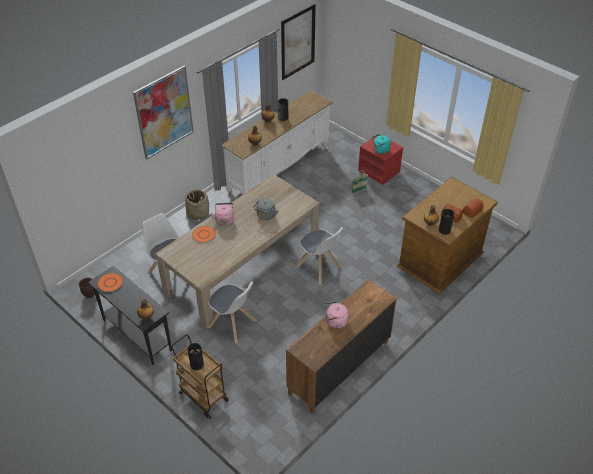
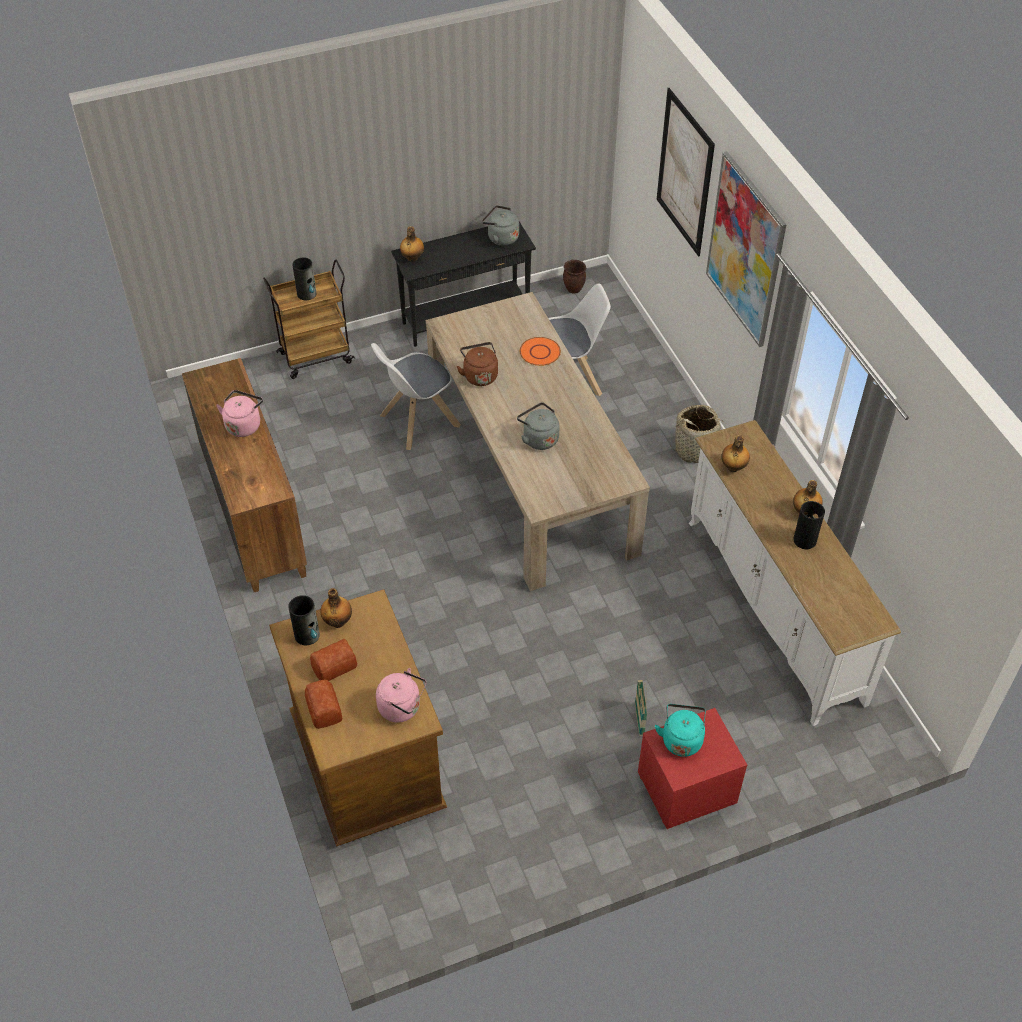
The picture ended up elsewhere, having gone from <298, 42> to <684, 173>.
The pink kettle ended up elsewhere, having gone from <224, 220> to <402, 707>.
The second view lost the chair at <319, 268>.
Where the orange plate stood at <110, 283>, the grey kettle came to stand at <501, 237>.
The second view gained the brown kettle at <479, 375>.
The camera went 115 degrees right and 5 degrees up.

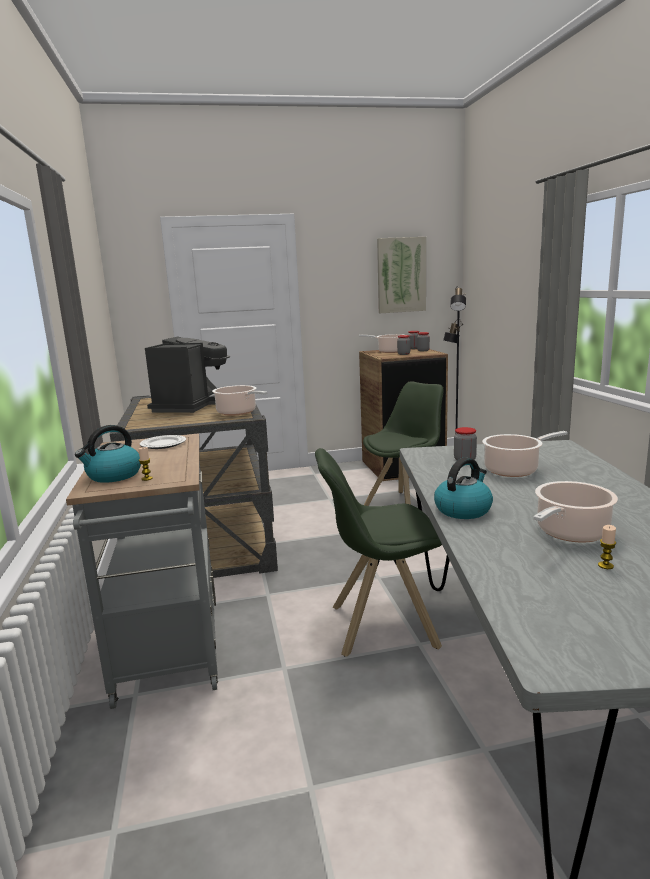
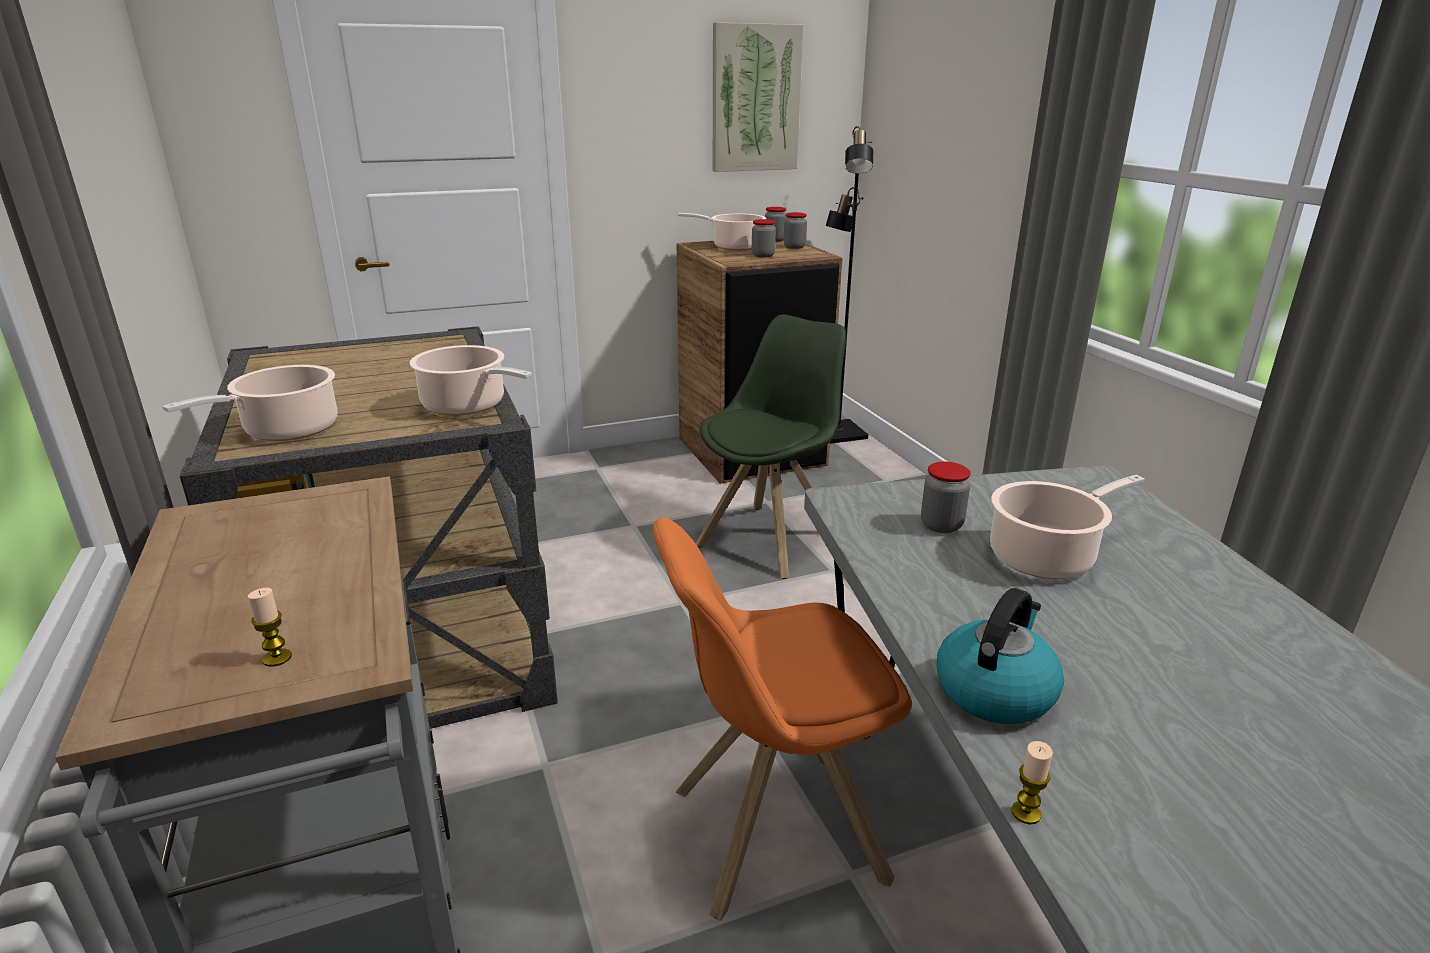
The second view lost the coffee machine at <192, 405>.
The second view lost the kettle at <113, 476>.
The second view lost the plate at <164, 444>.
What was the green chair at <382, 625> turned into the orange chair at <775, 832>.
The cooking pot ended up elsewhere, having gone from <570, 533> to <286, 431>.
The candle ended up elsewhere, having gone from <605, 565> to <1026, 813>.
The camera went 10 degrees left and 10 degrees up.

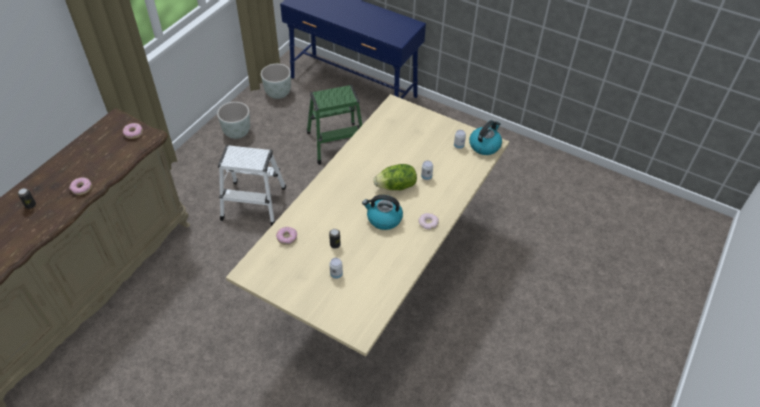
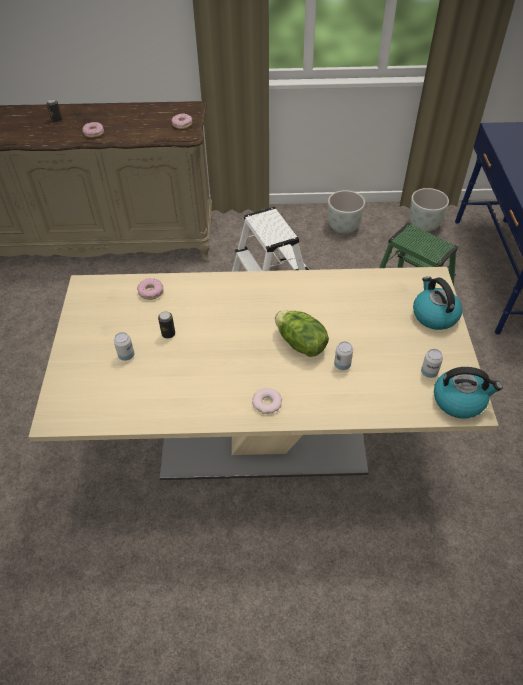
The kettle ended up elsewhere, having gone from <383, 218> to <434, 315>.
The camera went 60 degrees right and 0 degrees up.

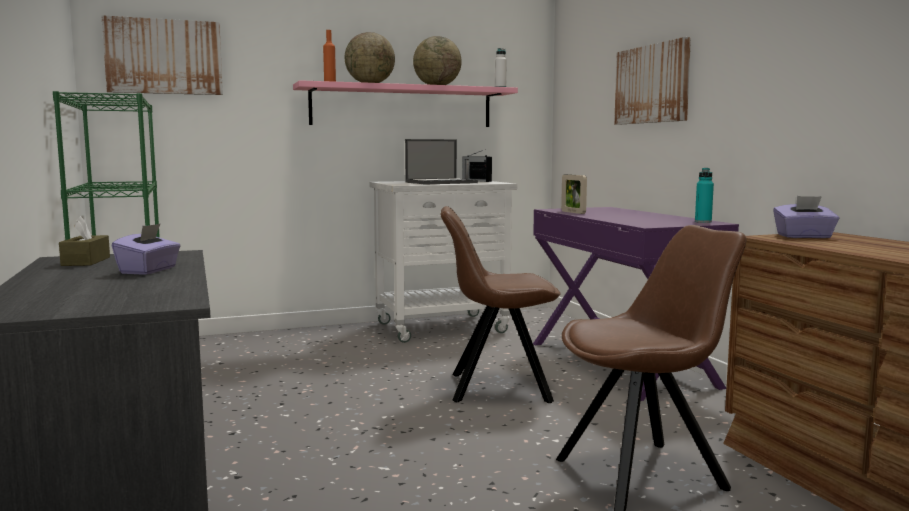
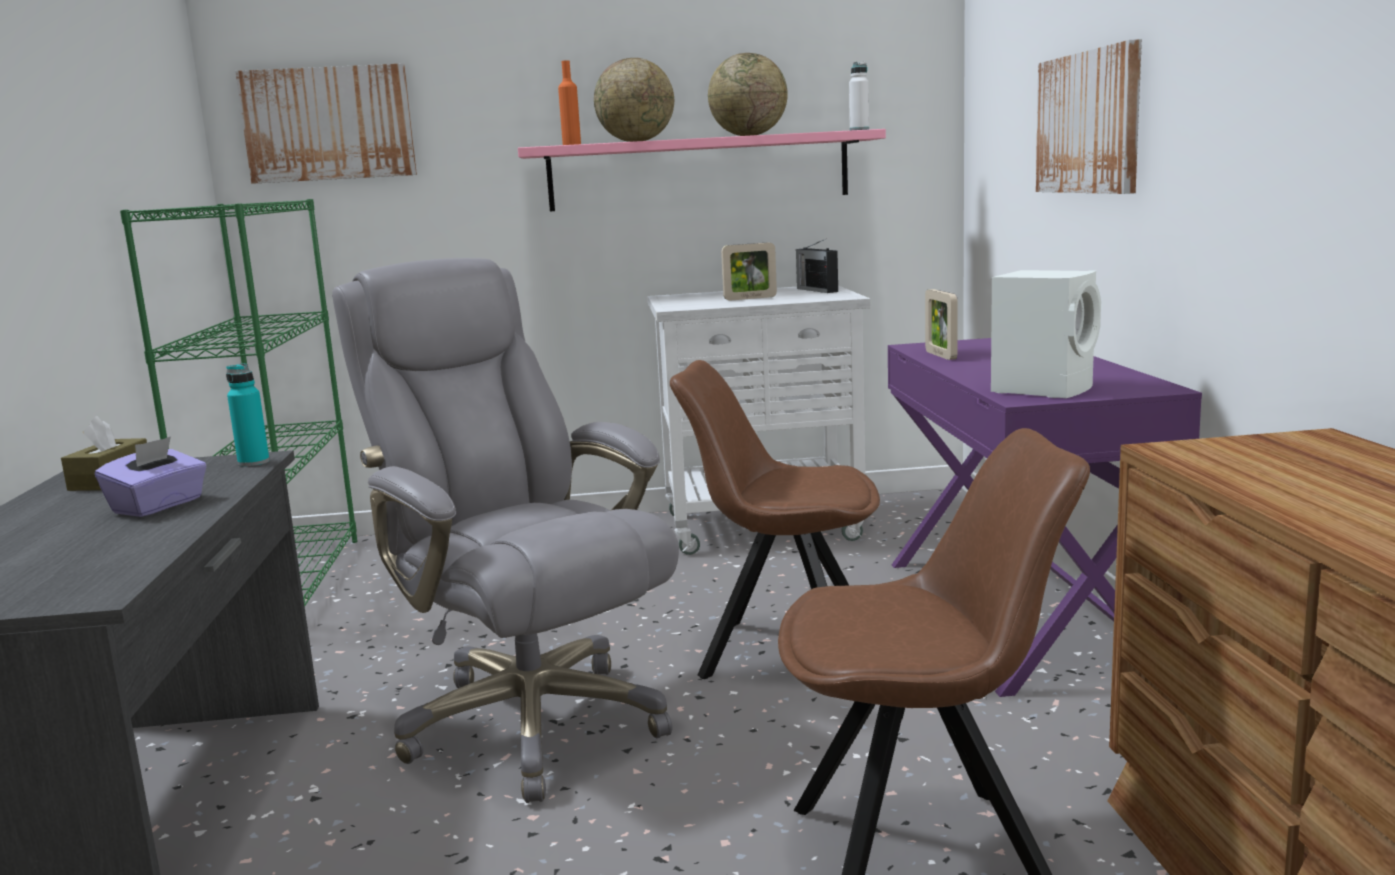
Where the laptop stood at <441, 182>, the picture frame came to stand at <750, 298>.
The turquoise bottle ended up elsewhere, having gone from <703, 222> to <253, 462>.
The second view lost the purple tissue box at <804, 236>.
The second view gained the grey office chair at <531, 720>.
The second view gained the white speaker at <1044, 389>.
The camera went 15 degrees right and 5 degrees up.

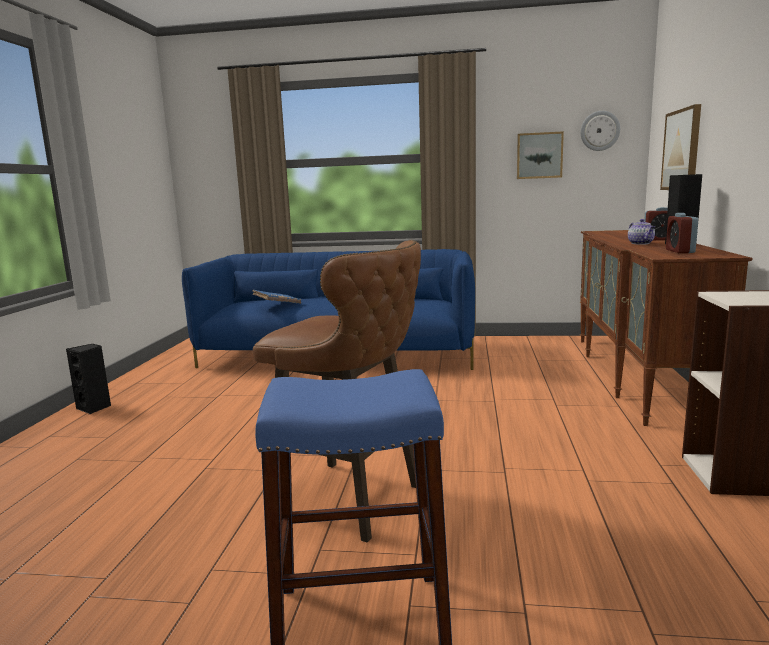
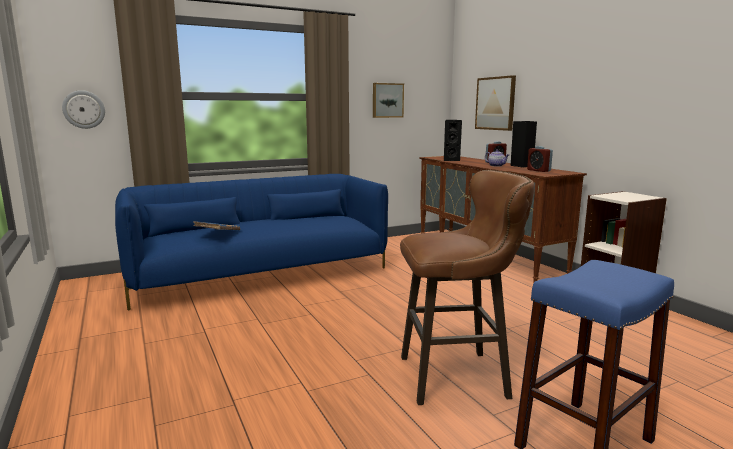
The wall clock ended up elsewhere, having gone from <599, 131> to <84, 109>.
The black speaker ended up elsewhere, having gone from <94, 408> to <451, 160>.
The camera went 35 degrees left and 0 degrees up.

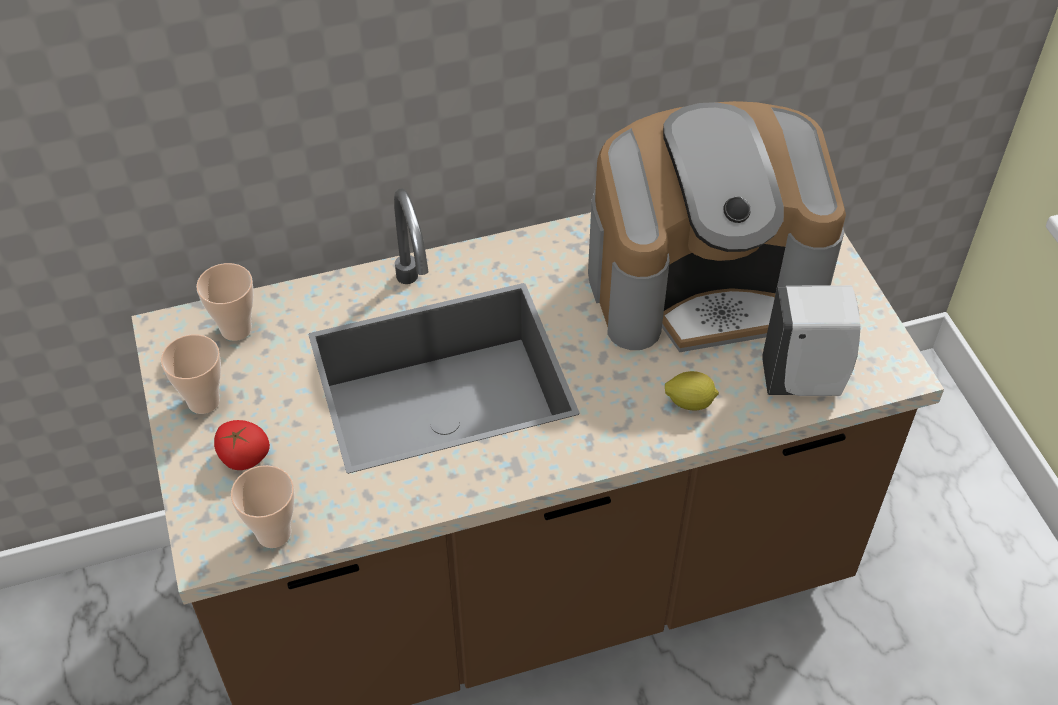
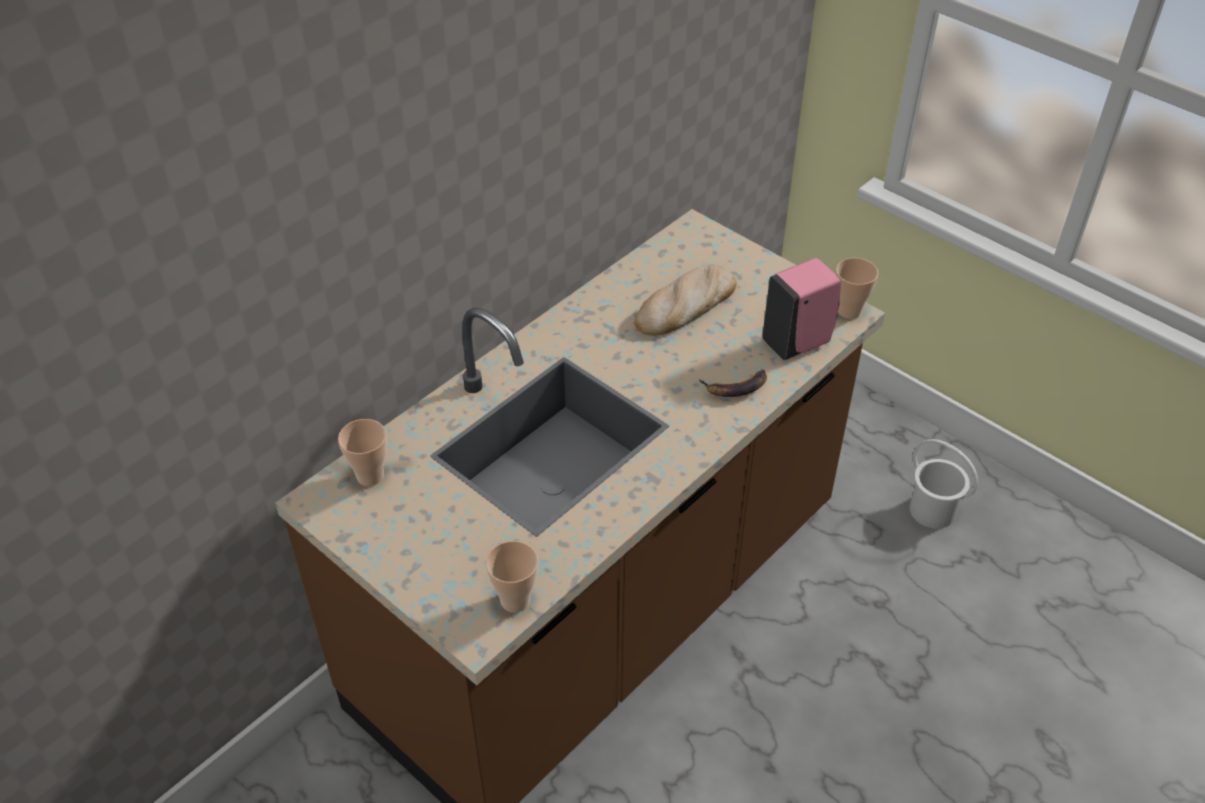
Where the coffee machine stood at <704, 279>, the bread came to stand at <685, 306>.
What was the white soap dispenser at <805, 380> turned into the pink soap dispenser at <798, 342>.
The cup ended up elsewhere, having gone from <204, 401> to <849, 311>.
Where the lemon stood at <689, 402>, the banana came to stand at <736, 387>.
The second view lost the tomato at <243, 457>.
The second view gained the white bucket at <932, 510>.
The camera went 30 degrees left and 5 degrees down.

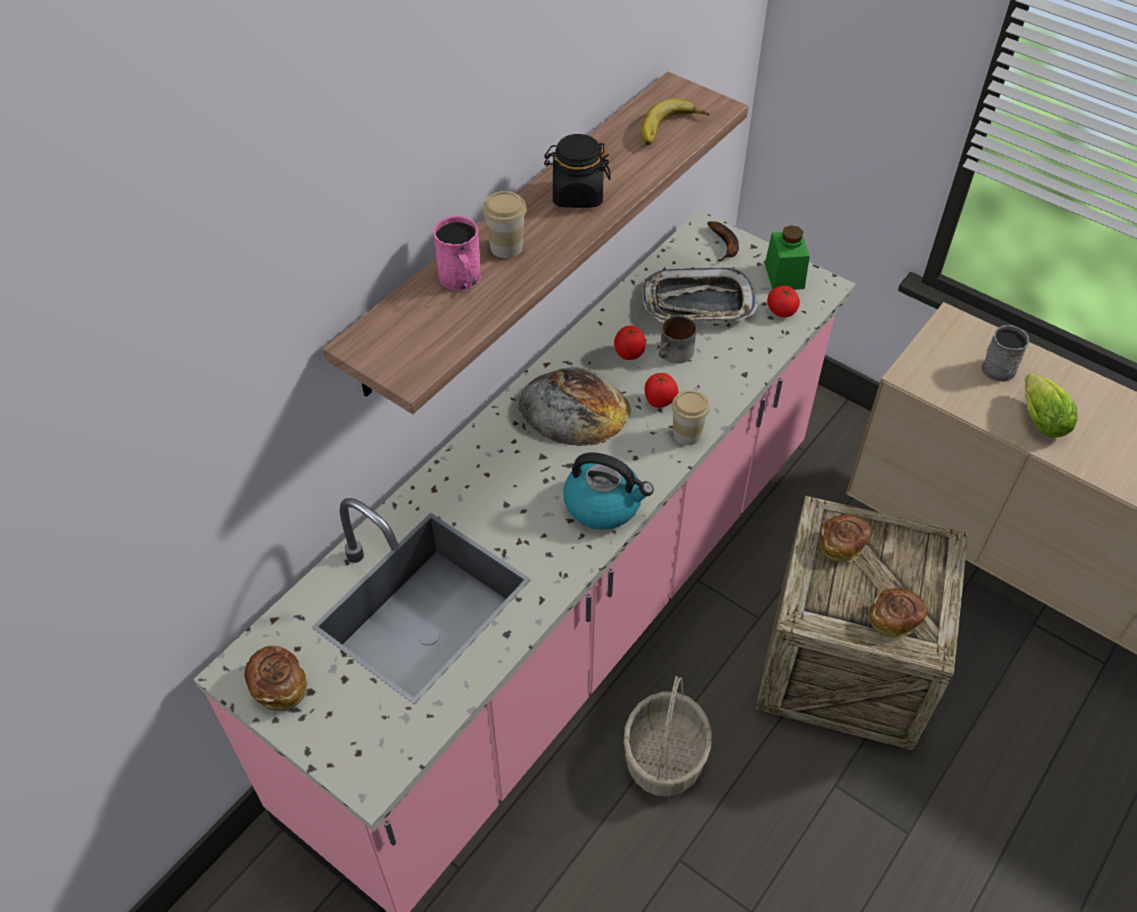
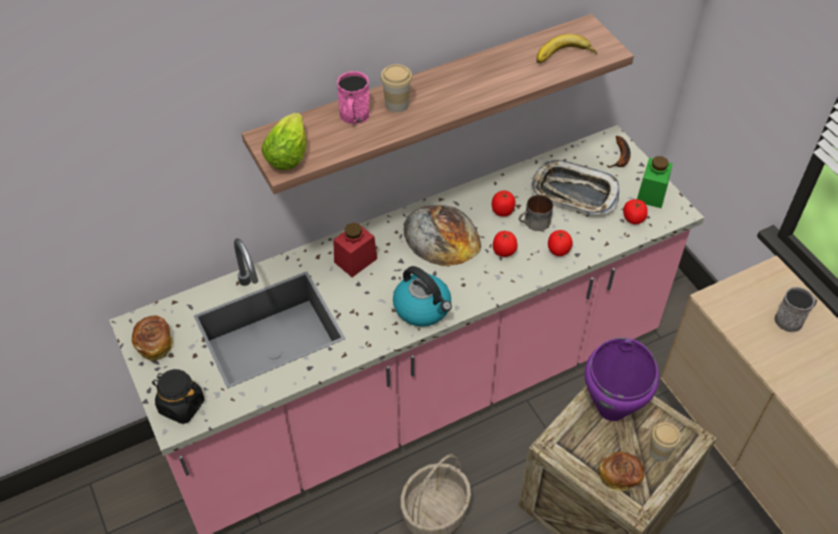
The black jar ended up elsewhere, having gone from <577, 195> to <181, 406>.
The lettuce ended up elsewhere, having gone from <1039, 417> to <289, 153>.
The cup ended up elsewhere, having gone from <687, 434> to <659, 451>.
Where the bread stood at <842, 545>, the purple cooking pot came to stand at <612, 408>.
The second view gained the red jar at <355, 260>.
The second view gained the tomato at <558, 251>.
The camera went 25 degrees right and 0 degrees up.

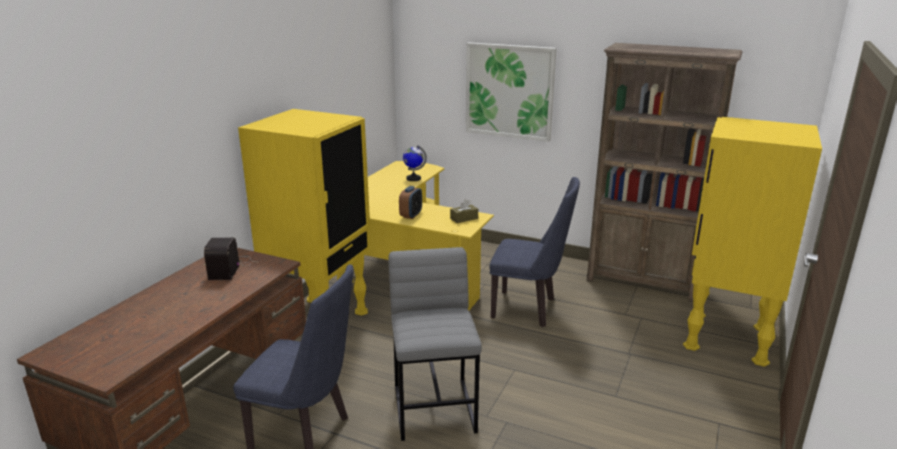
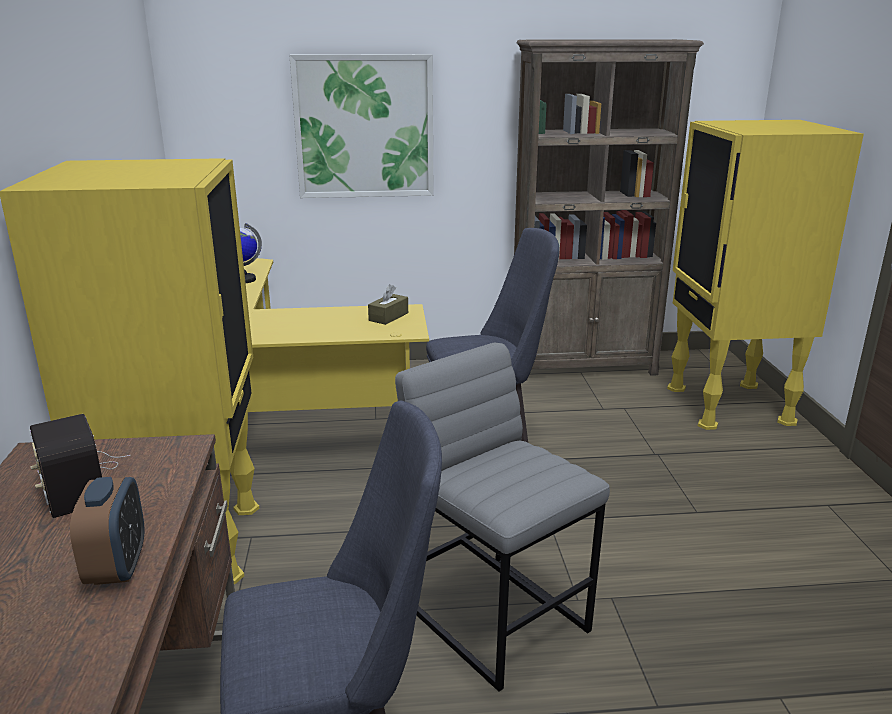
The alarm clock ended up elsewhere, having gone from <411, 215> to <117, 567>.
The camera went 30 degrees left and 0 degrees up.

